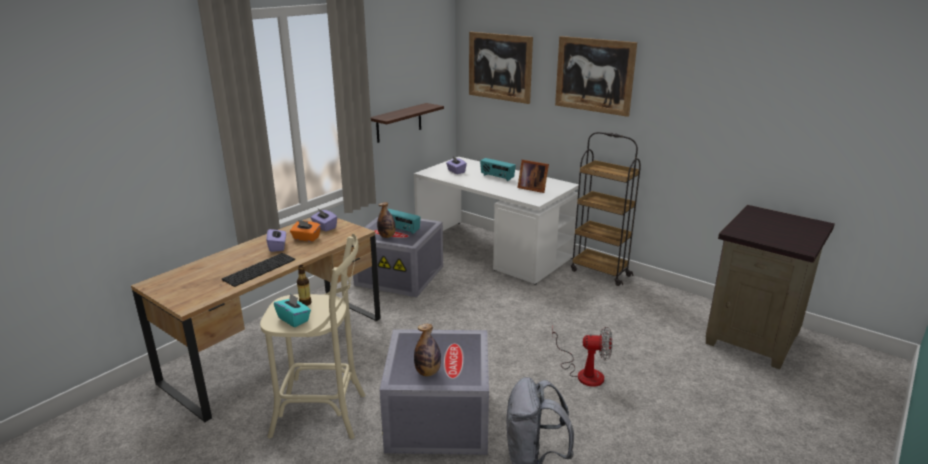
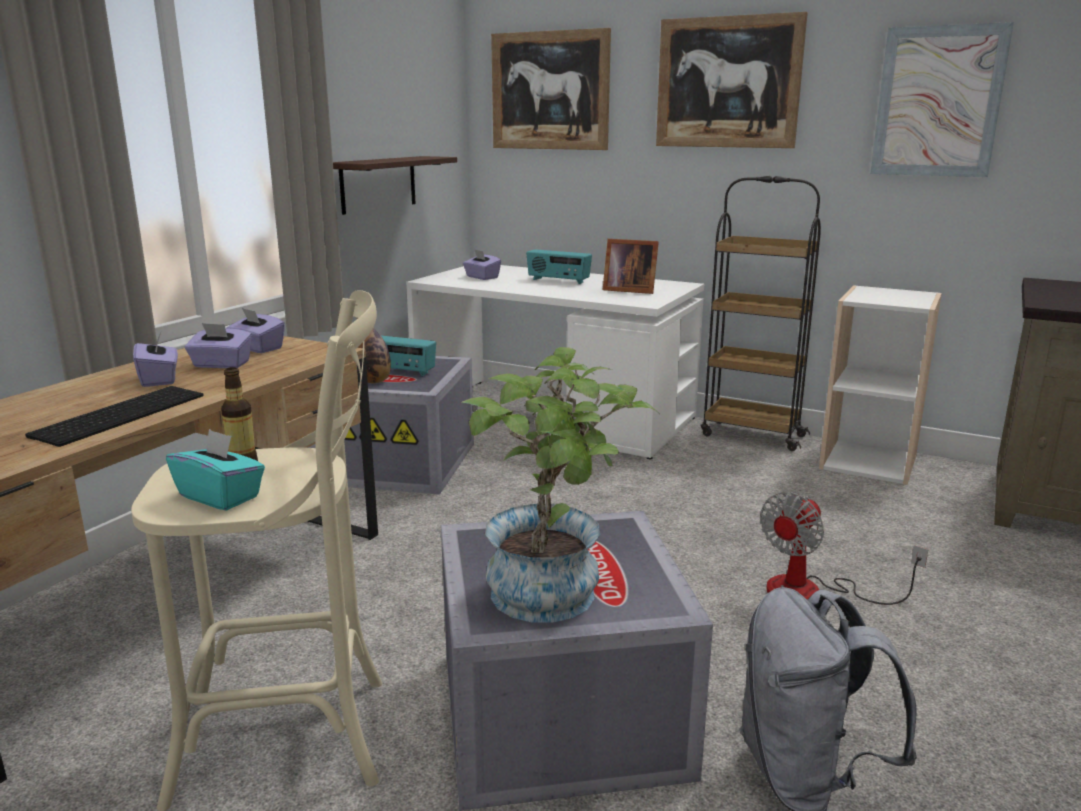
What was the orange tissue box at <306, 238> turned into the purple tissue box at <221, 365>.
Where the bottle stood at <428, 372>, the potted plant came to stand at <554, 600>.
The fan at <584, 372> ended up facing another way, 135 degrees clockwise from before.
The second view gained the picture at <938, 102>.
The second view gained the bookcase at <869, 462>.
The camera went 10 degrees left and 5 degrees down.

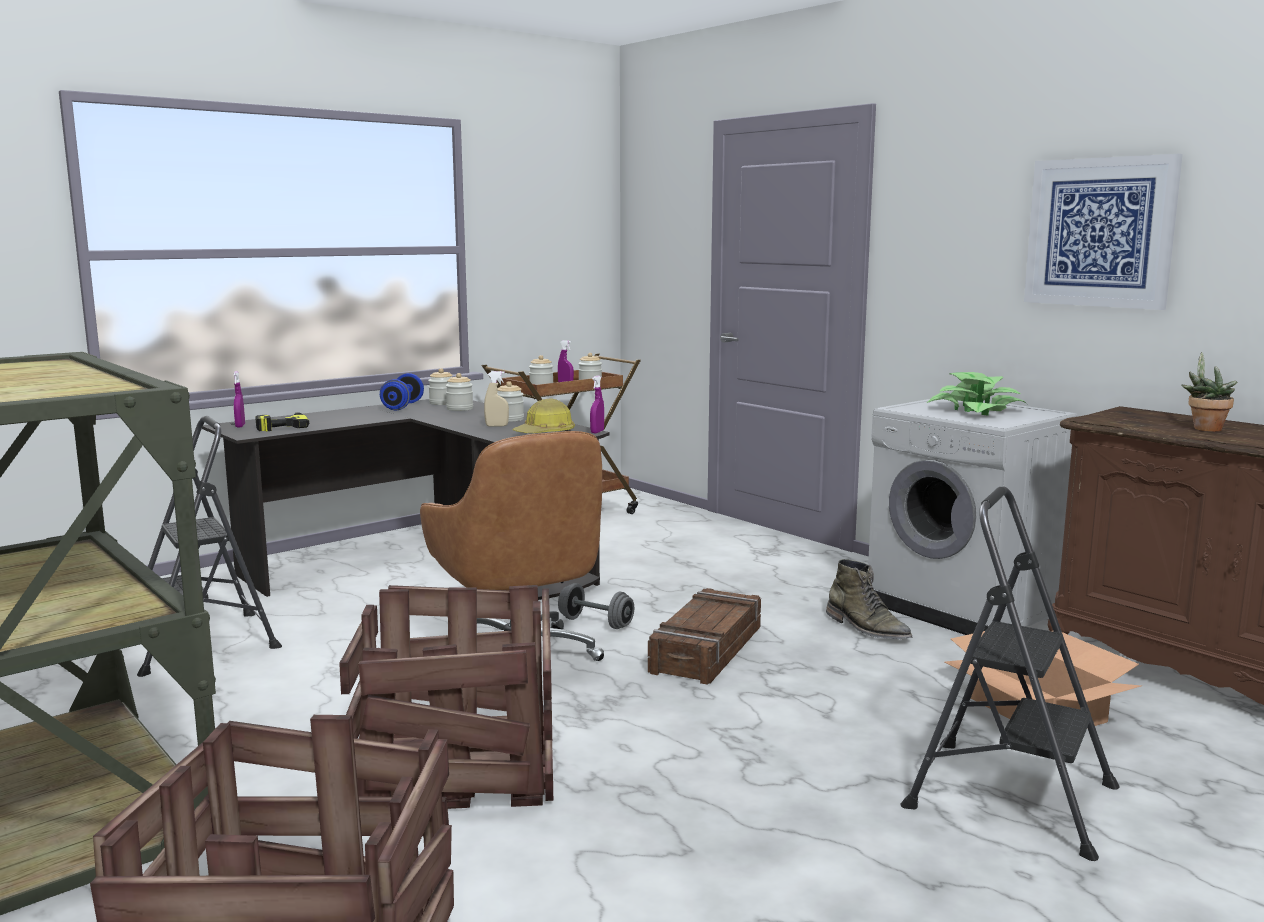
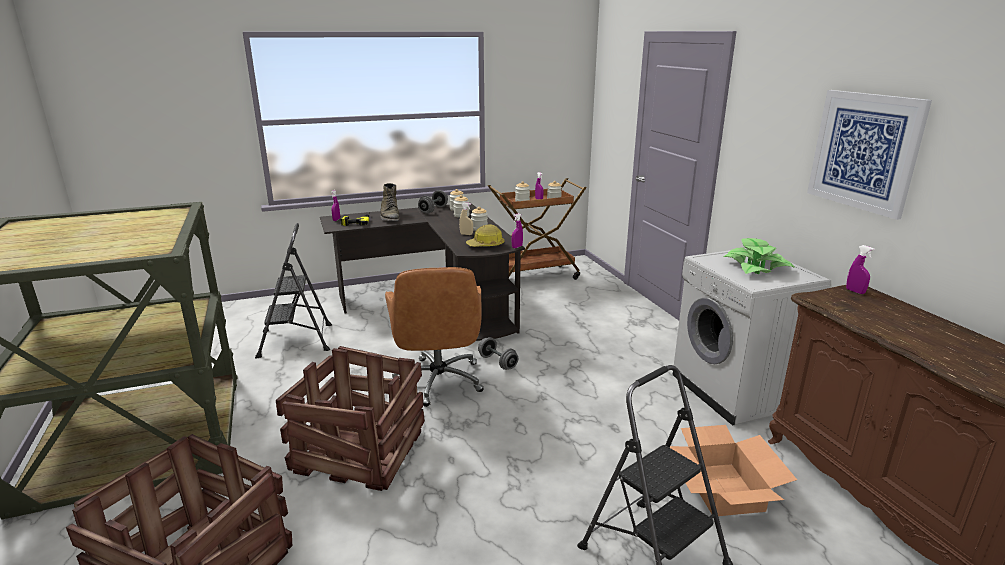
The second view lost the potted plant at <1204, 428>.
What was the blue dumbbell at <402, 406> turned into the grey dumbbell at <433, 210>.
The green boot ended up elsewhere, having gone from <867, 628> to <390, 216>.
The second view lost the crate at <708, 650>.
The second view gained the purple spray bottle at <855, 291>.
The camera went 20 degrees right and 10 degrees up.

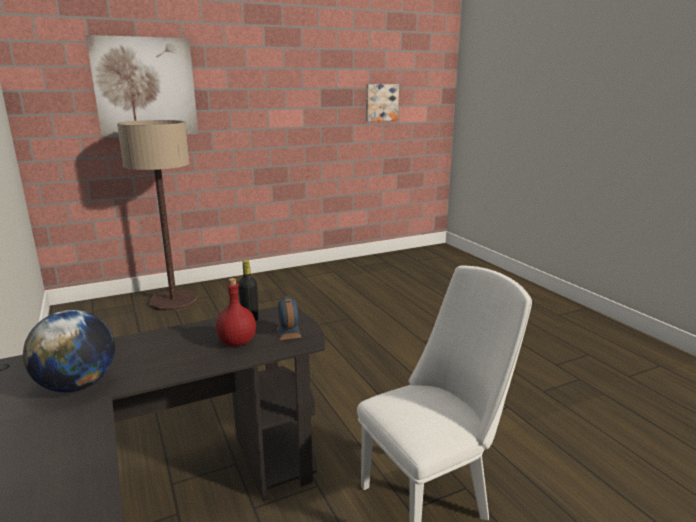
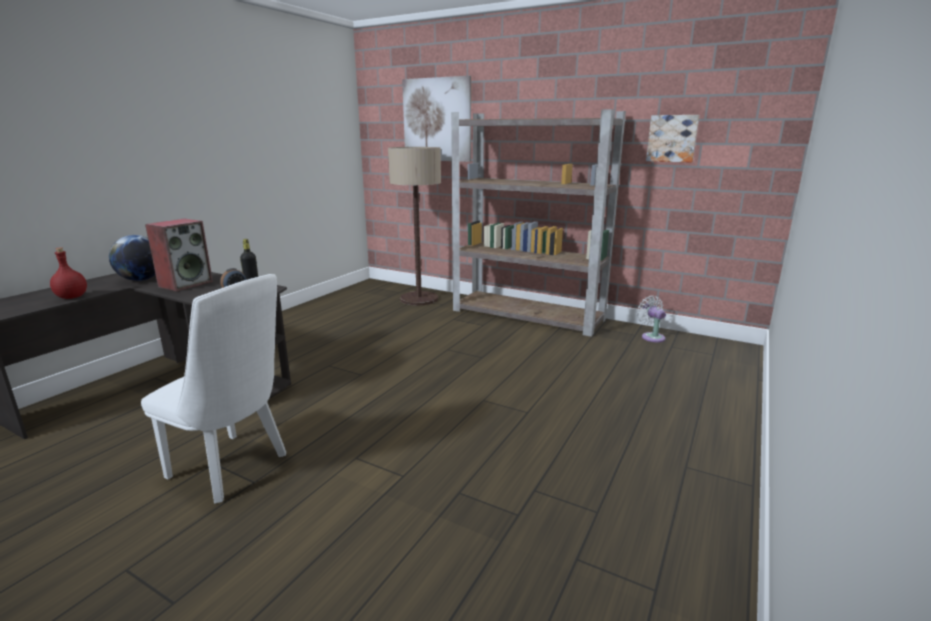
The red bottle ended up elsewhere, having gone from <237, 342> to <72, 297>.
The second view gained the brown bookcase at <527, 315>.
The second view gained the speaker at <186, 284>.
The second view gained the white fan at <651, 337>.
The camera went 55 degrees right and 0 degrees up.

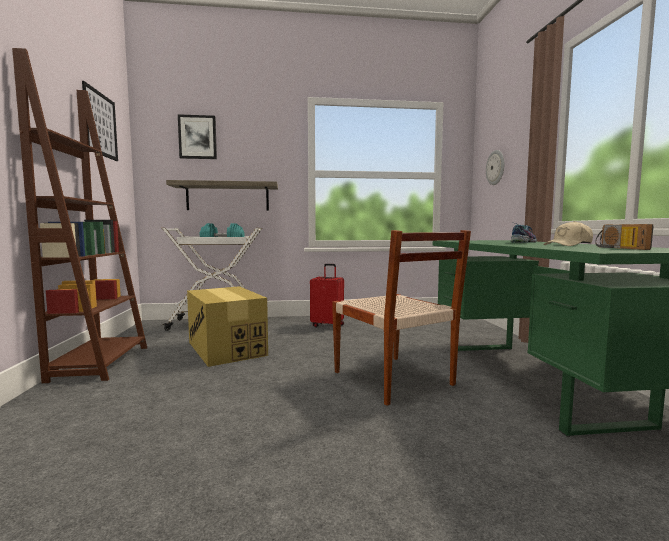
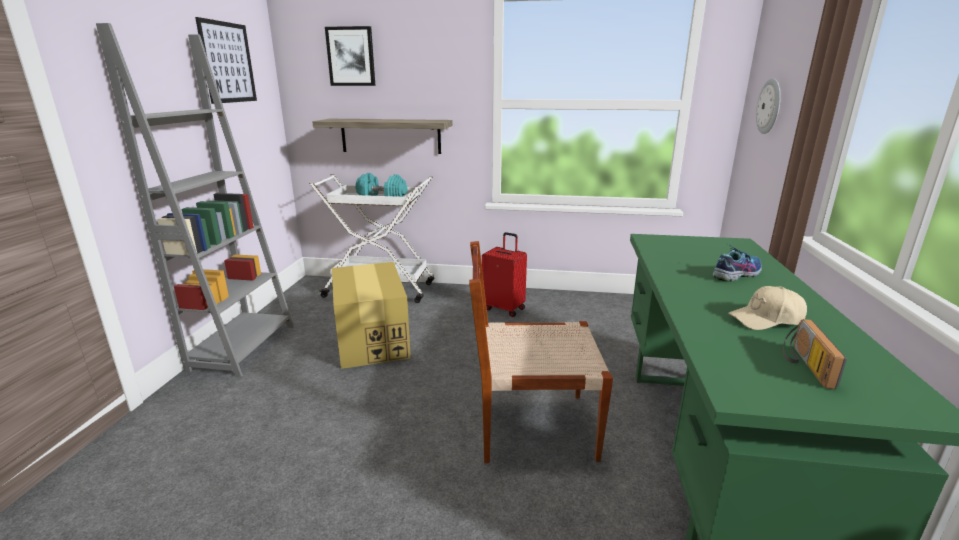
What was the brown bookcase at <100, 363> turned into the grey bookcase at <242, 347>.
The chair at <394, 380> ended up facing another way, 105 degrees clockwise from before.
The camera went 15 degrees right and 15 degrees up.

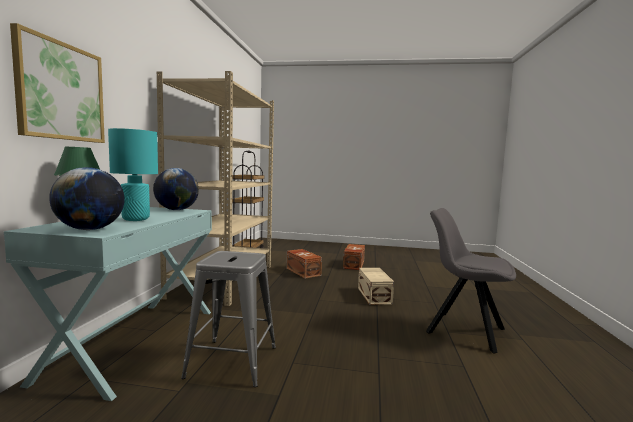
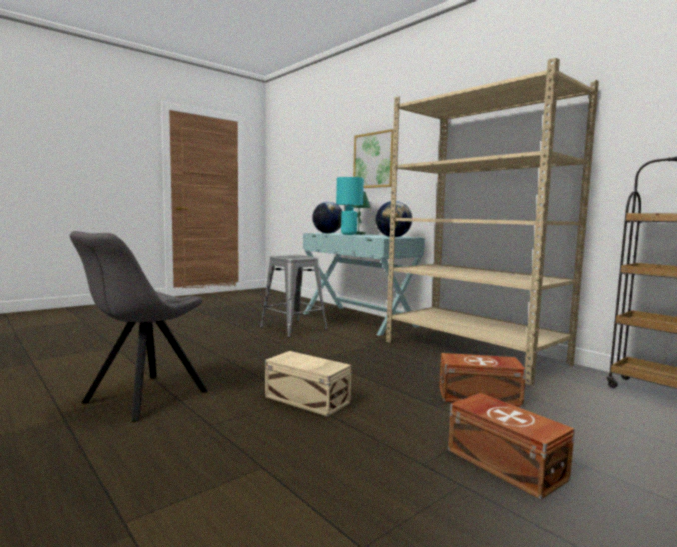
The grey chair at <464, 331> ended up facing another way, 135 degrees clockwise from before.
The camera went 130 degrees right and 0 degrees up.

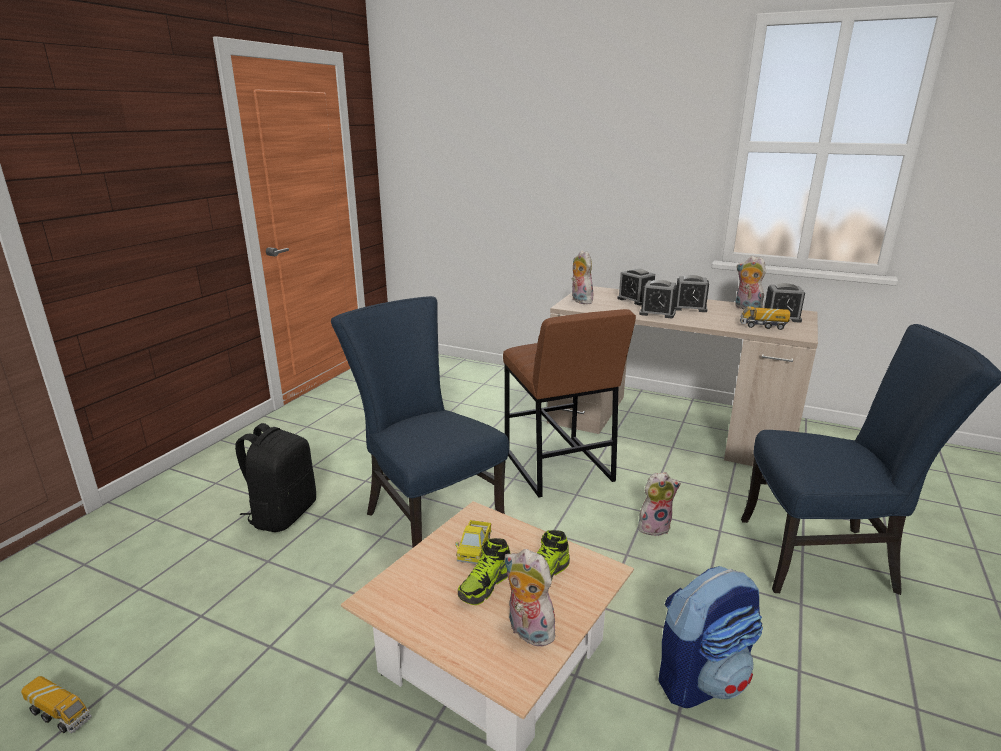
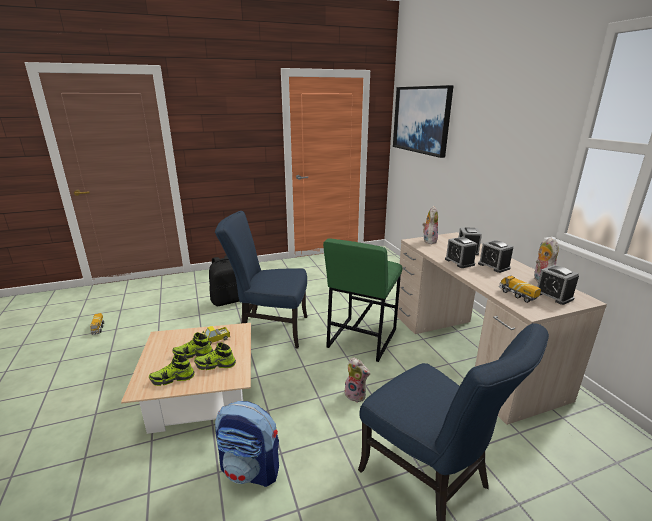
The blue chair at <427, 517> ended up facing another way, 90 degrees counterclockwise from before.
What was the brown stool at <559, 467> turned into the green stool at <361, 339>.
Where the plush toy stood at <527, 631>, the shoe came to stand at <172, 379>.
The second view gained the picture at <421, 119>.
The camera went 45 degrees right and 0 degrees up.

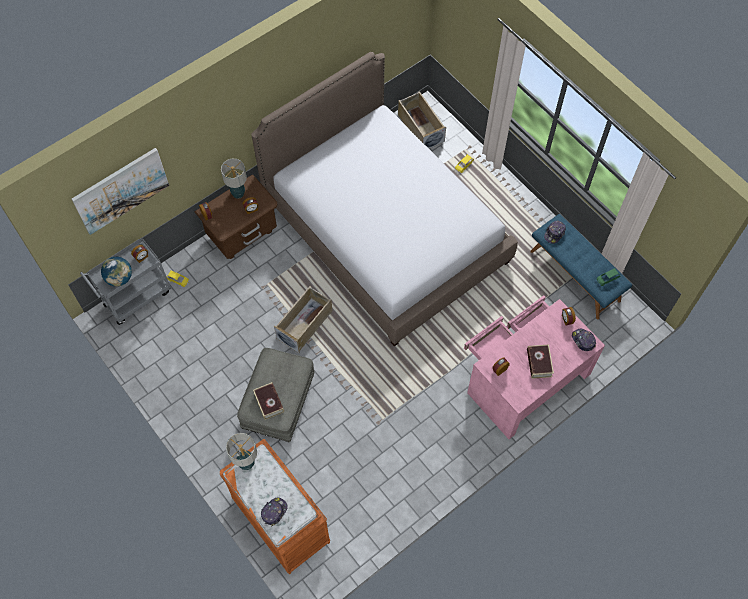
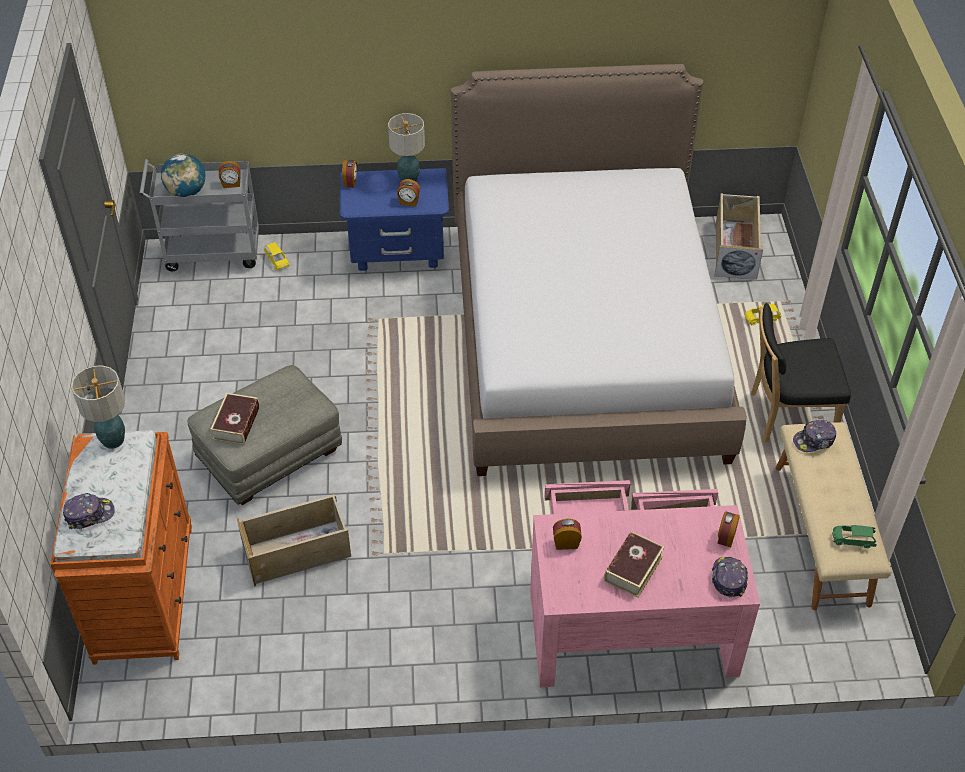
The second view lost the picture at <121, 190>.
What was the brown nightstand at <243, 236> turned into the blue nightstand at <398, 255>.
What was the blue bench at <575, 275> turned into the beige bench at <822, 534>.
The beige storage box ended up elsewhere, having gone from <305, 324> to <298, 552>.
The second view gained the black chair at <787, 415>.
The camera went 35 degrees right and 15 degrees down.

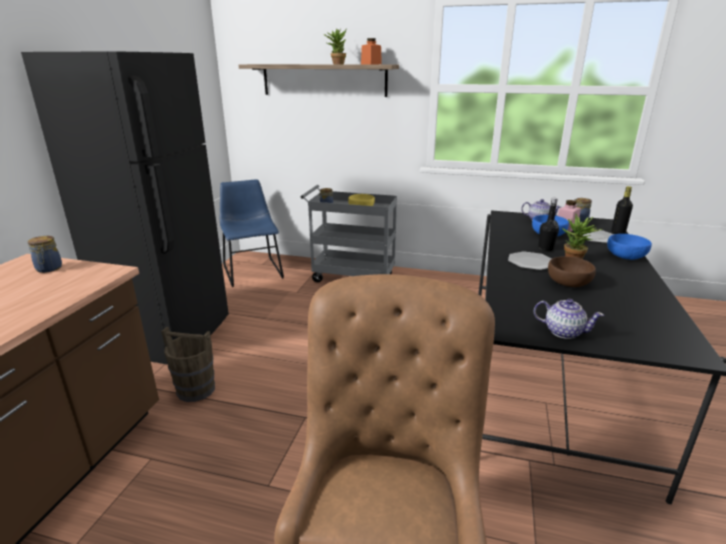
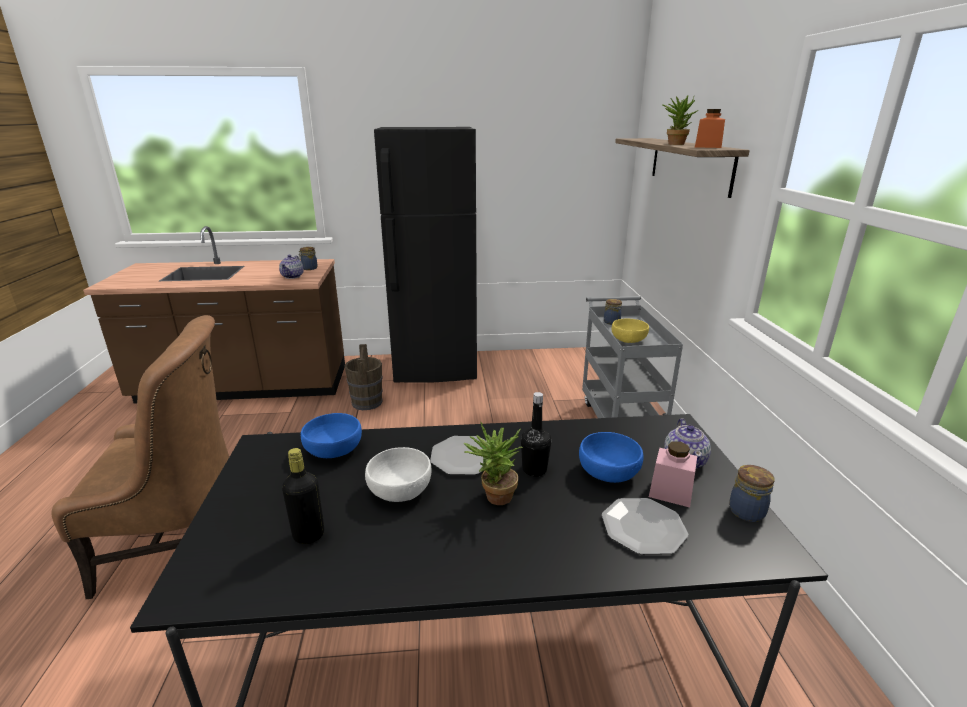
The second view lost the blue chair at <252, 270>.
The black bottle ended up elsewhere, having gone from <618, 233> to <309, 535>.
The blue bowl ended up elsewhere, having gone from <626, 256> to <334, 450>.
What was the brown bowl at <567, 282> turned into the white bowl at <400, 489>.
The teapot ended up elsewhere, having gone from <563, 331> to <293, 276>.
The camera went 70 degrees right and 0 degrees up.

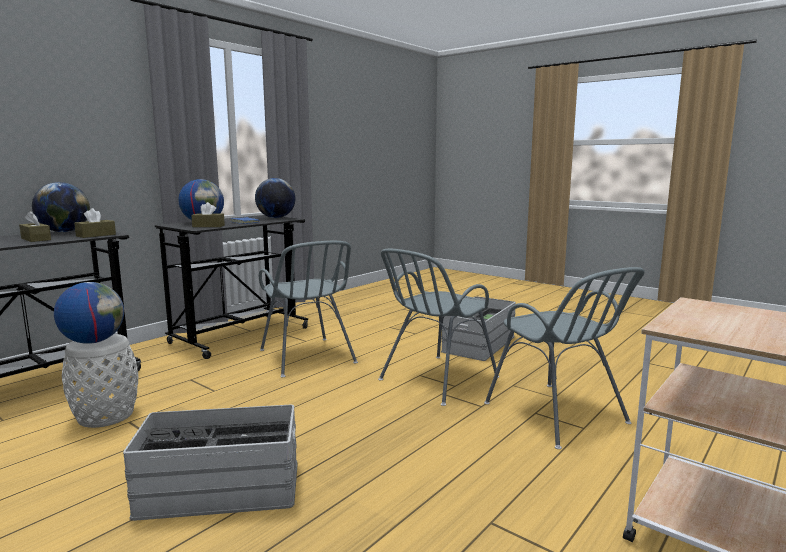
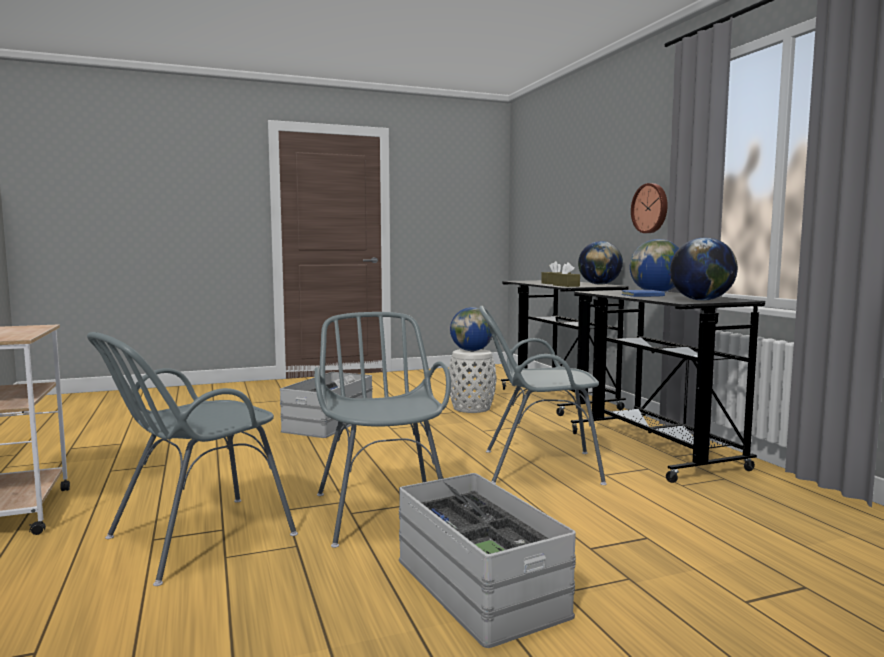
The second view lost the brown tissue box at <208, 226>.
The grey chair at <558, 415> ended up facing another way, 45 degrees counterclockwise from before.
The second view gained the wall clock at <651, 208>.
The camera went 120 degrees right and 5 degrees down.

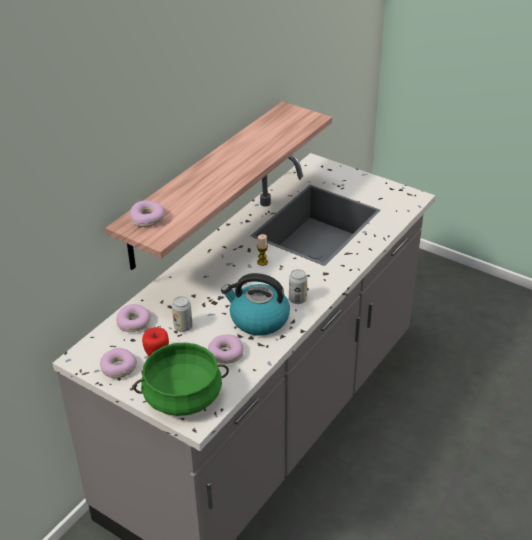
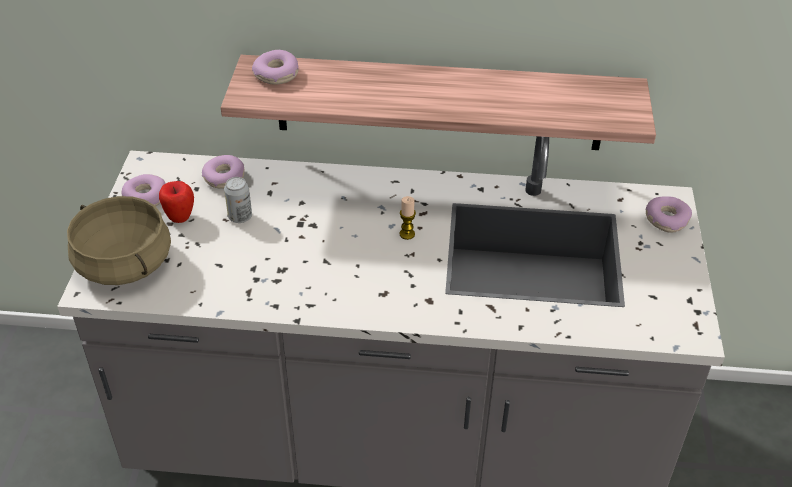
The second view lost the can at <297, 299>.
The second view lost the kettle at <258, 319>.
The donut ended up elsewhere, having gone from <225, 354> to <666, 219>.
What was the green cooking pot at <182, 397> turned into the beige cooking pot at <123, 263>.
The camera went 60 degrees right and 5 degrees up.

